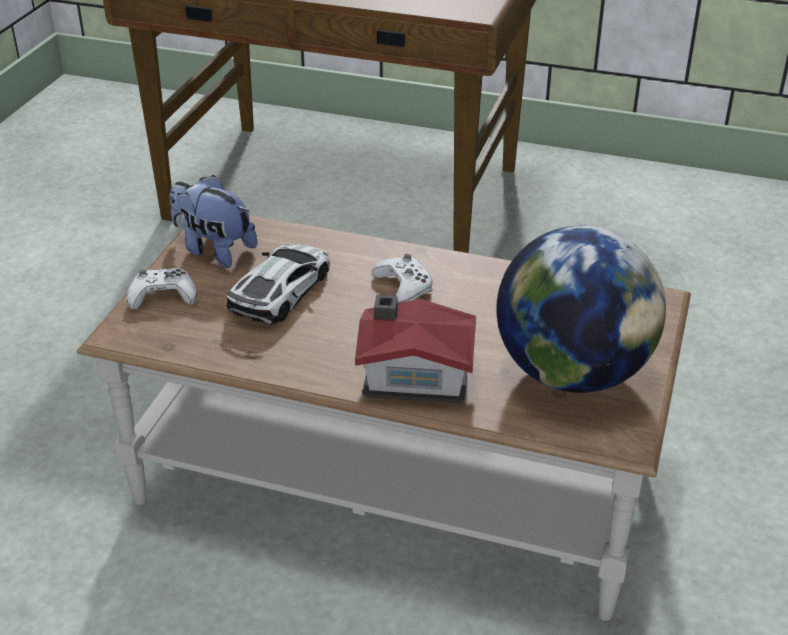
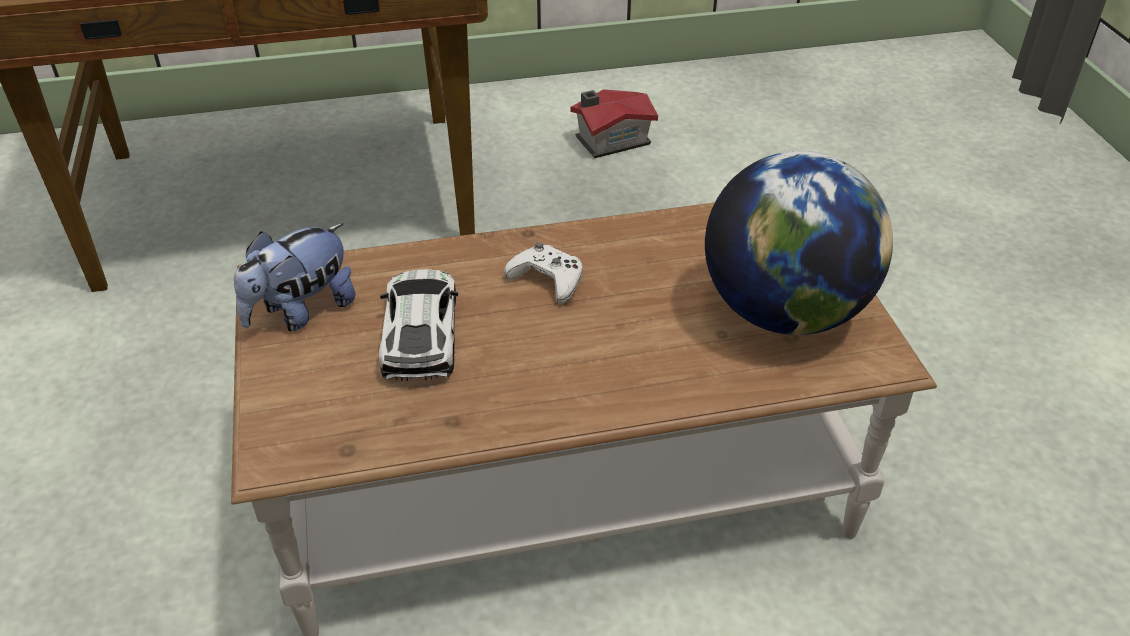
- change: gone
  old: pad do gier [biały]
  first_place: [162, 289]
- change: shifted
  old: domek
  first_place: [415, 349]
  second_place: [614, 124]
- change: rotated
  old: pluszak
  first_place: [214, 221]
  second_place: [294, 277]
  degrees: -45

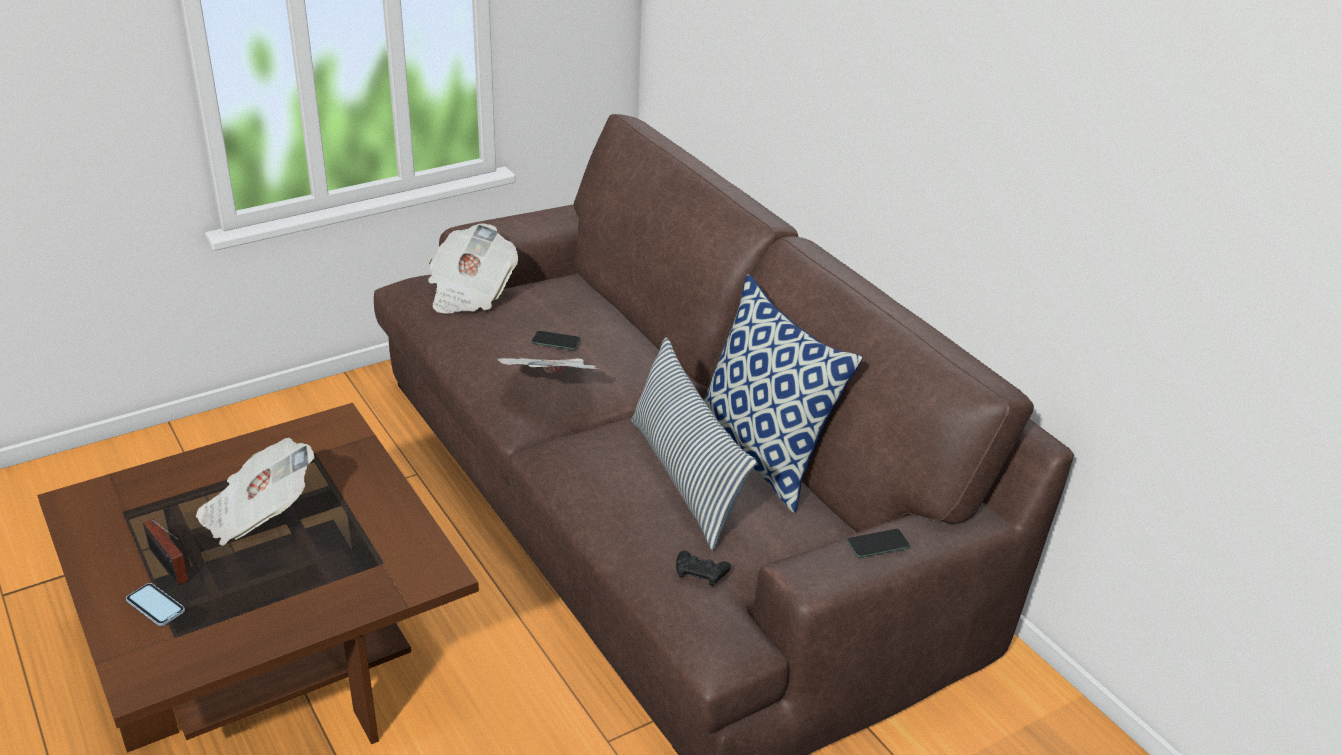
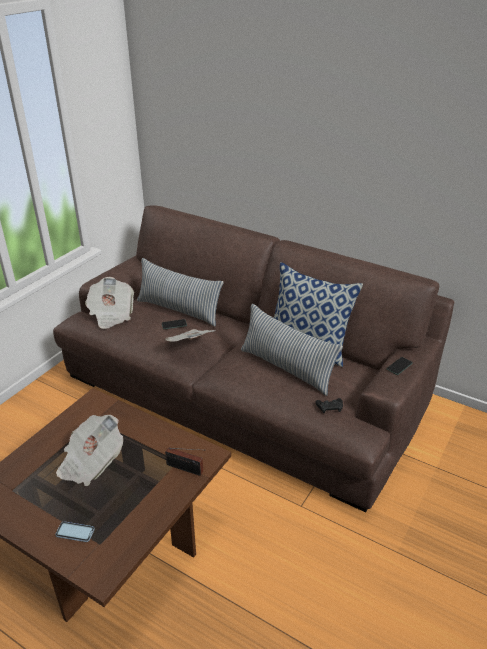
- change: new
  new: poduszka
  second_place: [180, 292]
- change: shifted
  old: radio
  first_place: [166, 551]
  second_place: [185, 461]

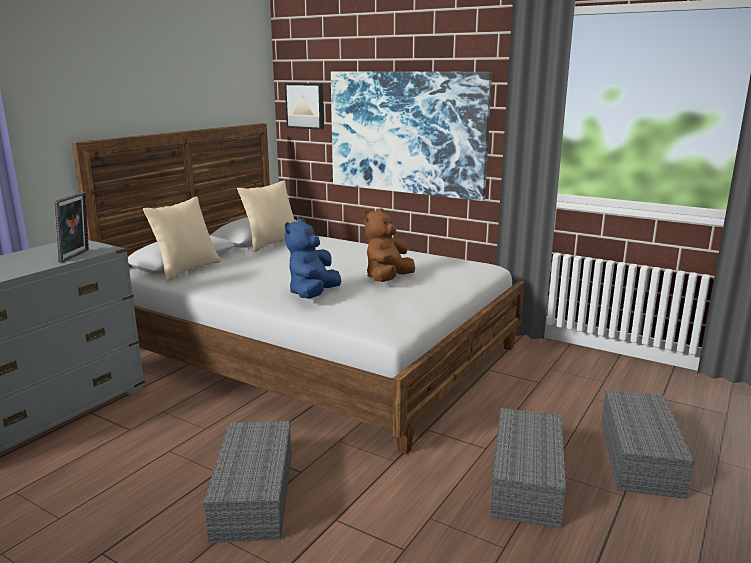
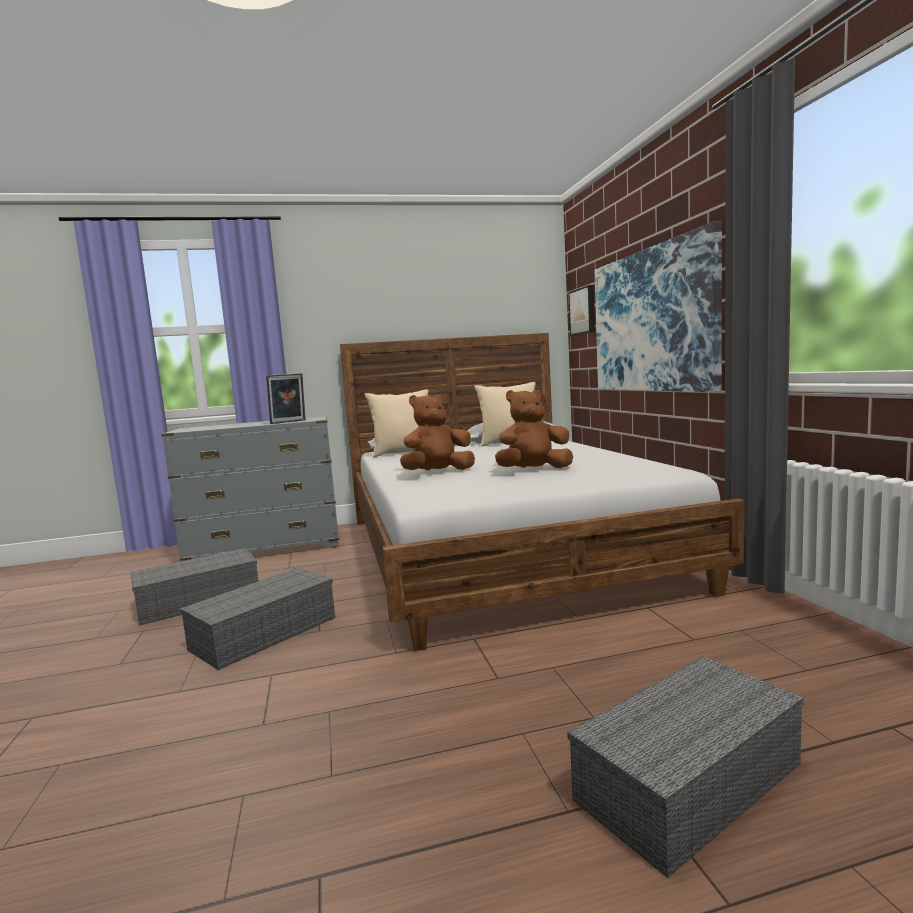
- change: shifted
  old: pojemnik do przechowywania [szary]
  first_place: [528, 468]
  second_place: [194, 587]
- change: repainted
  old: pluszak [niebieski]
  new: pluszak [brązowy]
  first_place: [313, 259]
  second_place: [437, 432]

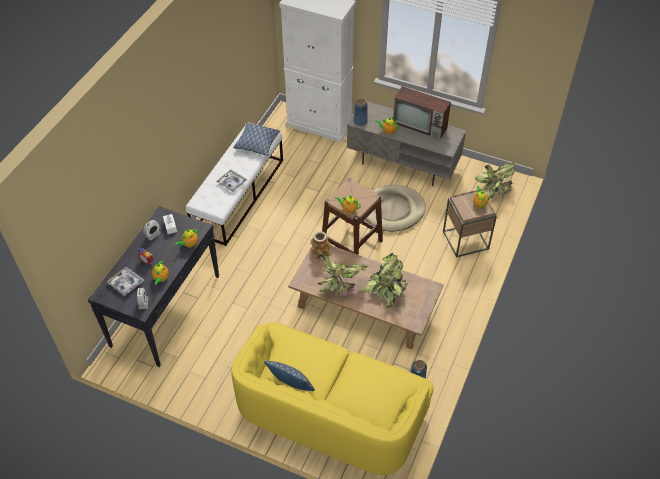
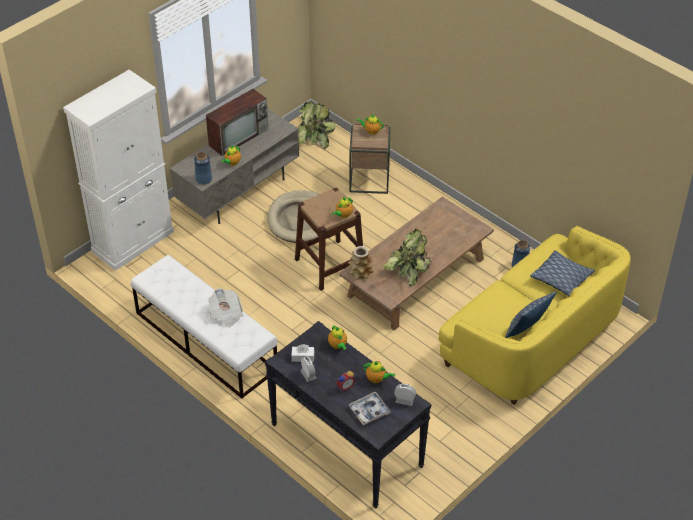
- change: gone
  old: roślina doniczkowa
  first_place: [385, 280]
- change: shifted
  old: poduszka
  first_place: [256, 139]
  second_place: [562, 273]
- change: swapped
  old: taca
  new: gazeta
  first_place: [232, 181]
  second_place: [226, 308]

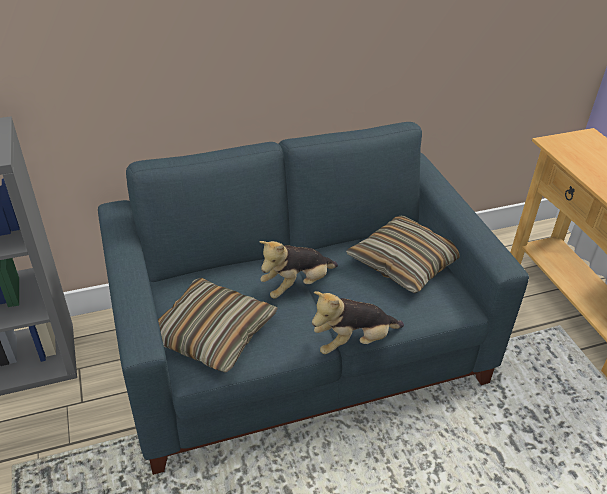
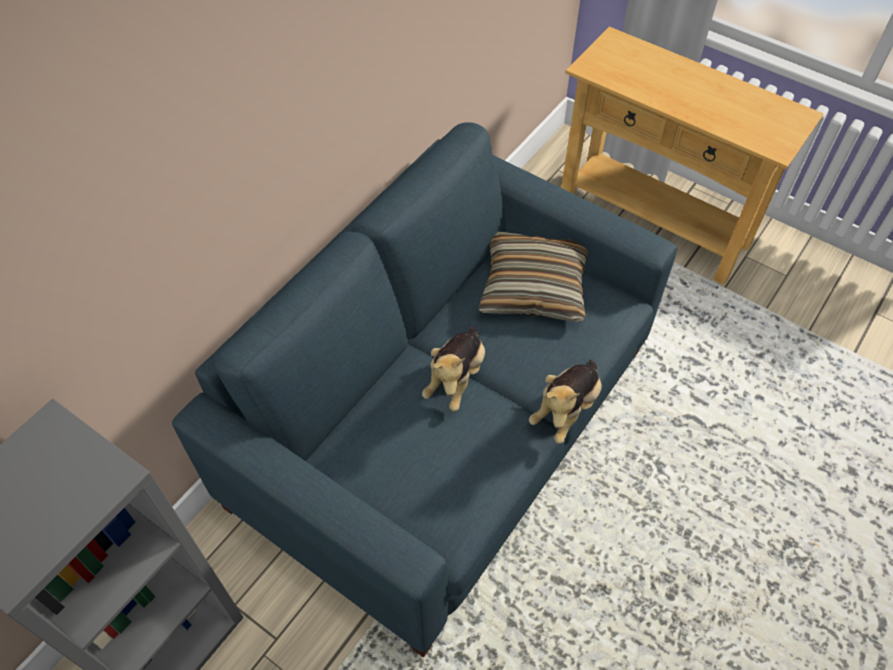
- change: gone
  old: poduszka
  first_place: [218, 325]

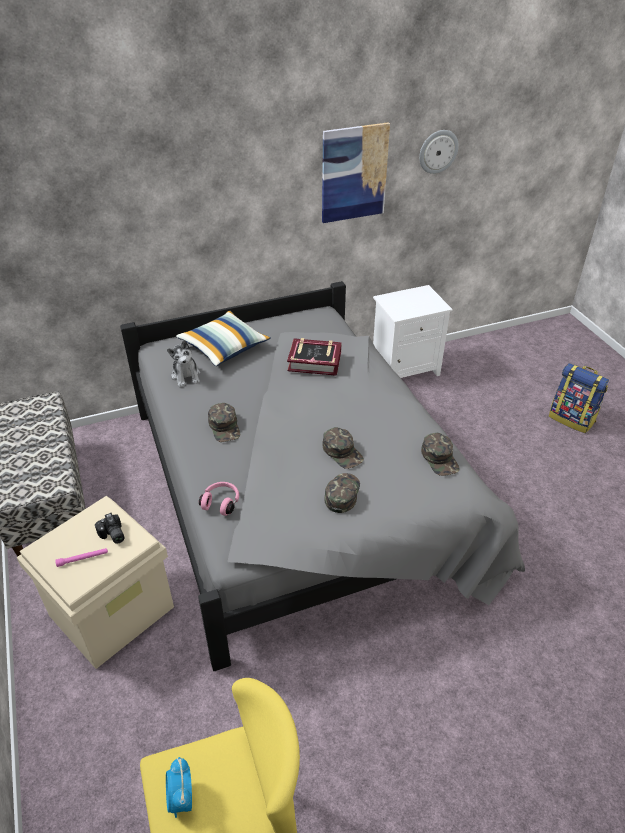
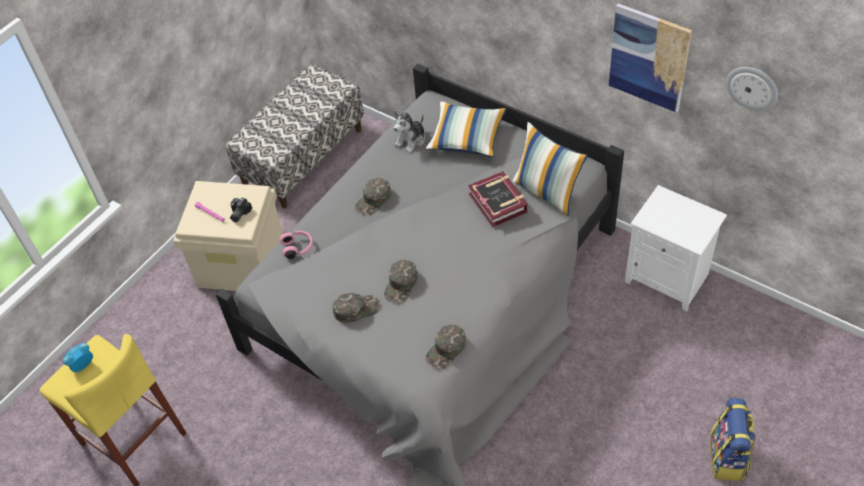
- change: new
  new: poduszka
  second_place: [550, 169]

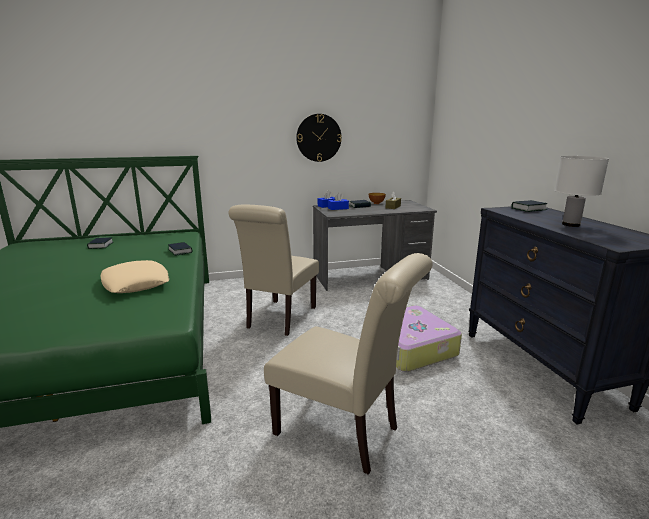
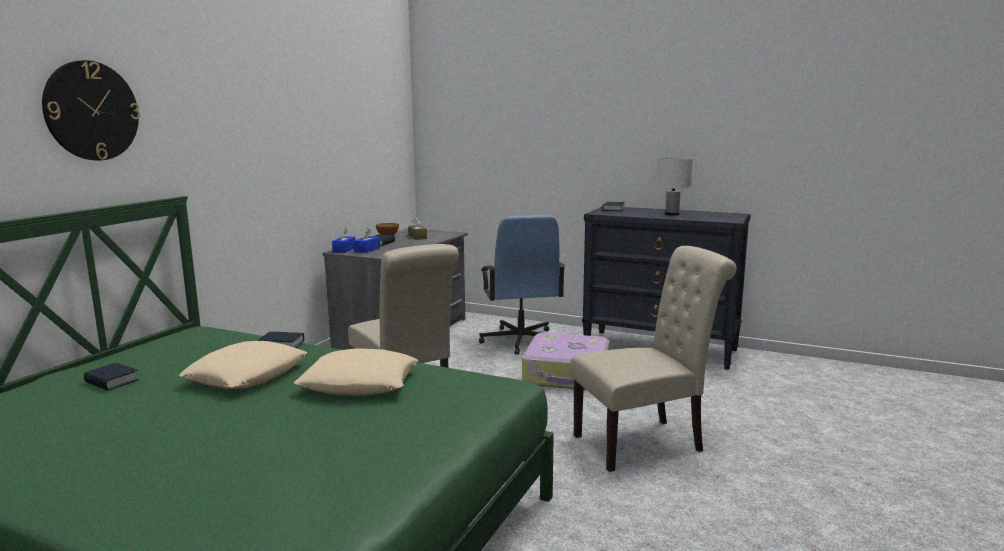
- change: new
  new: poduszka [beżowy]
  second_place: [243, 365]
- change: new
  new: krzesło biurowe [niebieski]
  second_place: [522, 285]
- change: shifted
  old: zegar ścienny
  first_place: [319, 138]
  second_place: [91, 110]

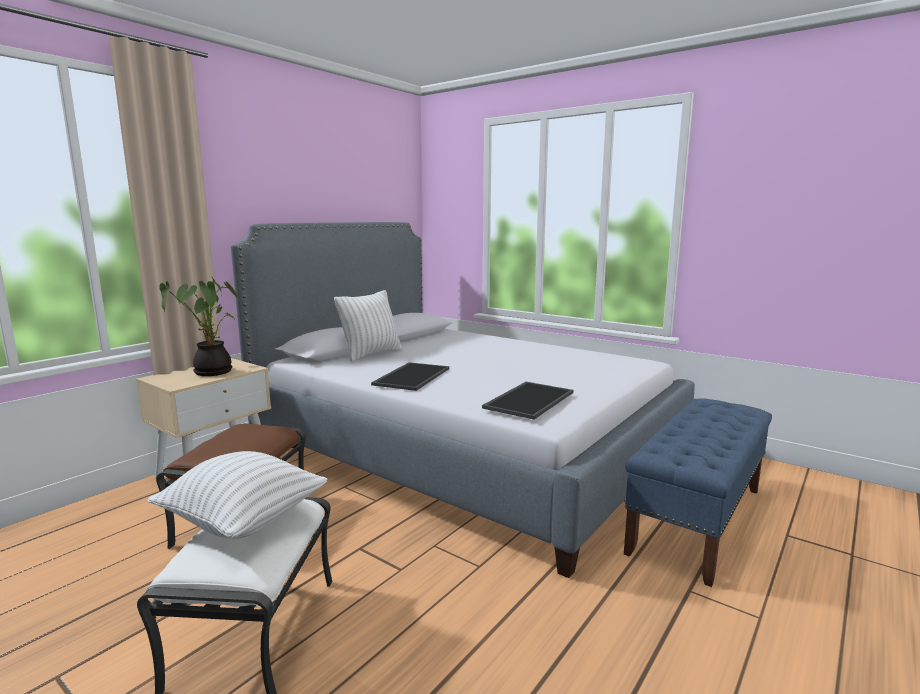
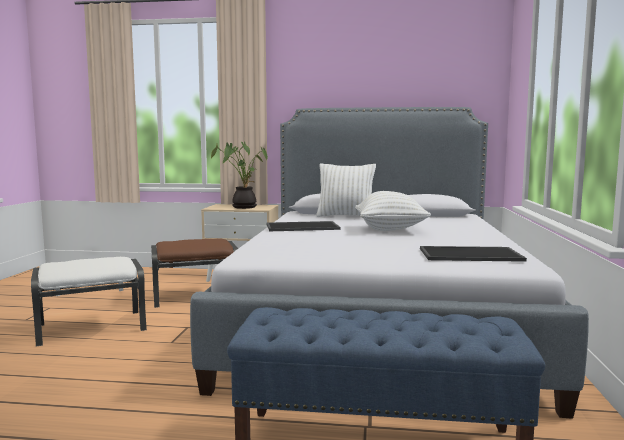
- change: shifted
  old: poduszka [biały]
  first_place: [238, 495]
  second_place: [393, 211]
- change: shifted
  old: taca
  first_place: [527, 401]
  second_place: [473, 254]

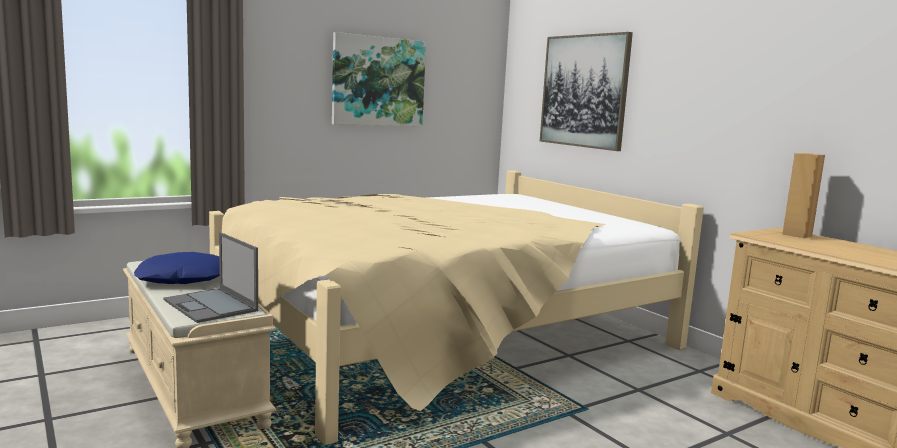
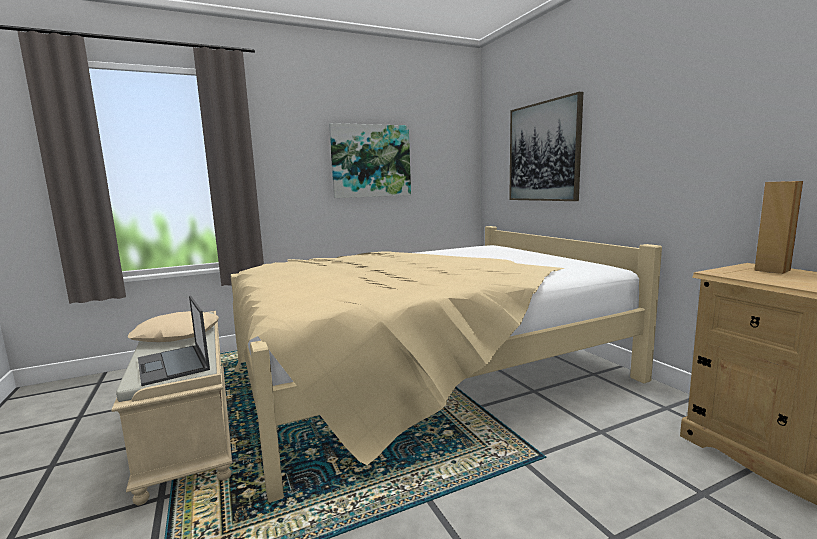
- change: repainted
  old: poduszka [niebieski]
  new: poduszka [beżowy]
  first_place: [177, 268]
  second_place: [173, 326]

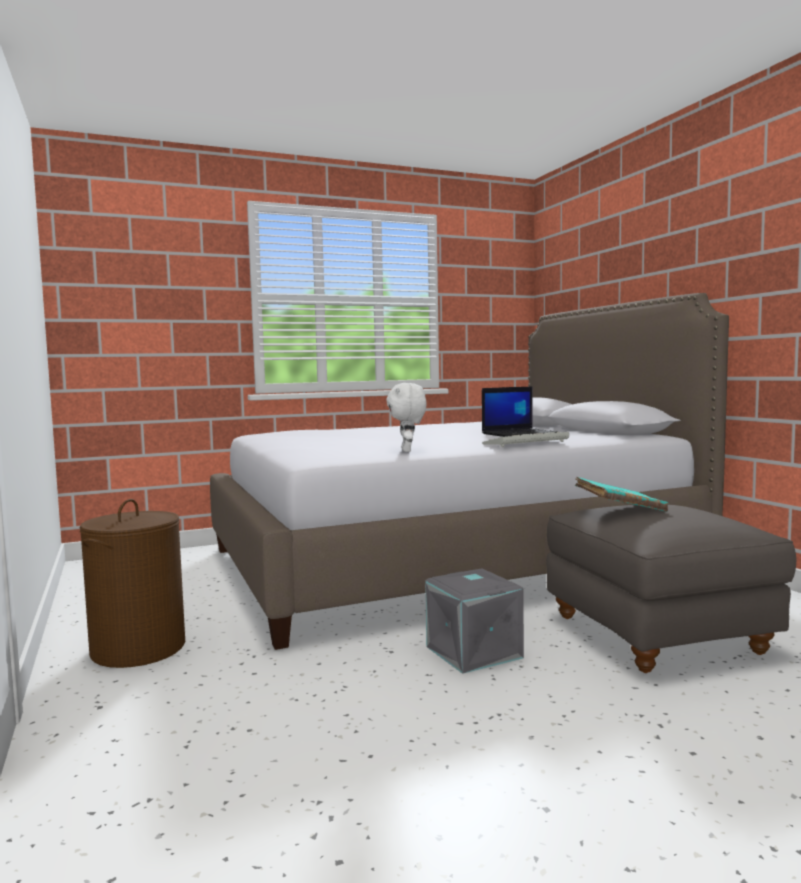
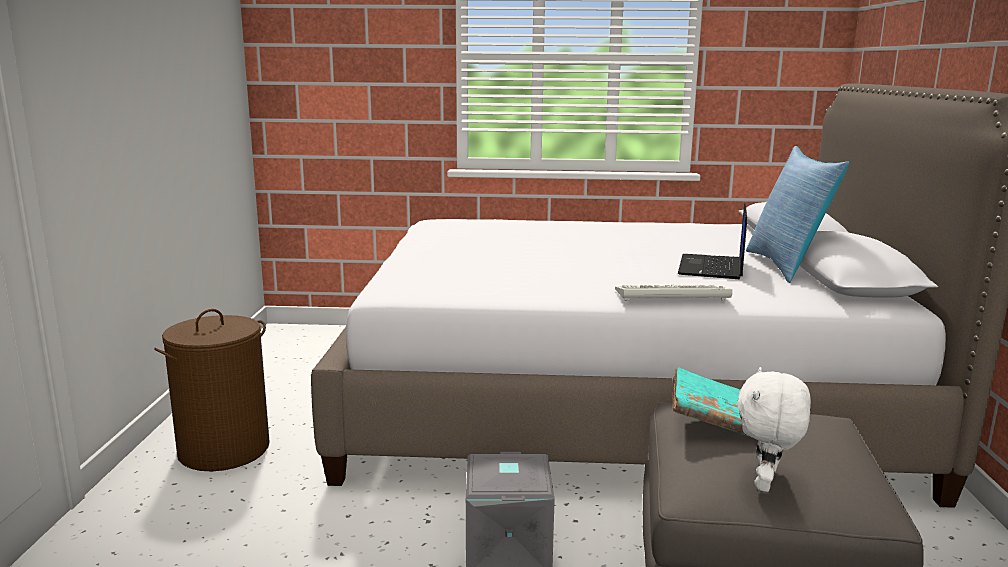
- change: new
  new: poduszka
  second_place: [797, 214]
- change: shifted
  old: pluszak [biały]
  first_place: [406, 417]
  second_place: [774, 429]
- change: rotated
  old: laptop
  first_place: [519, 411]
  second_place: [712, 240]
  degrees: 105

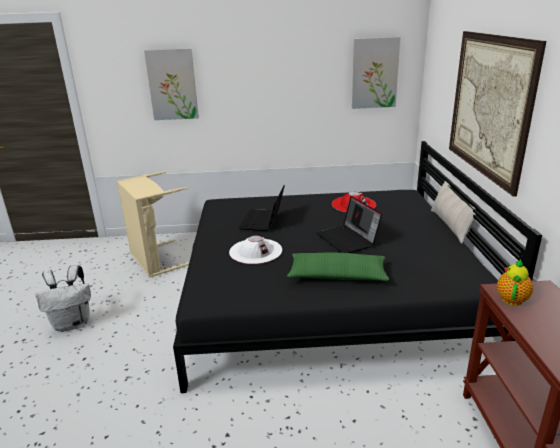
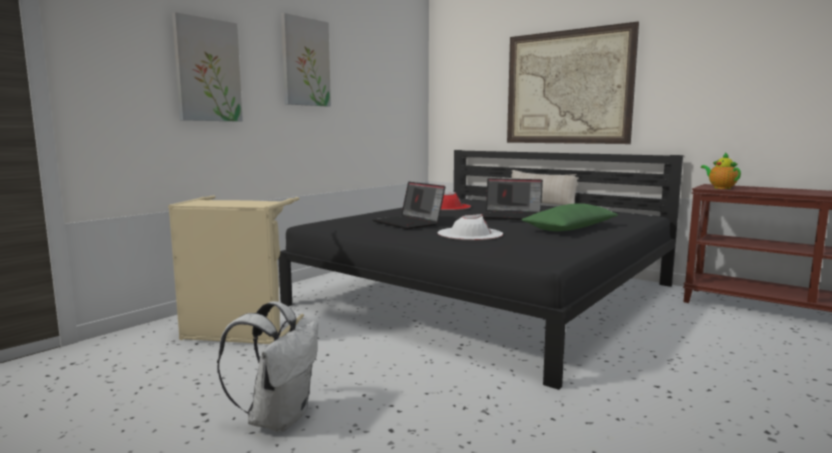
- change: shifted
  old: obraz
  first_place: [376, 73]
  second_place: [306, 60]

